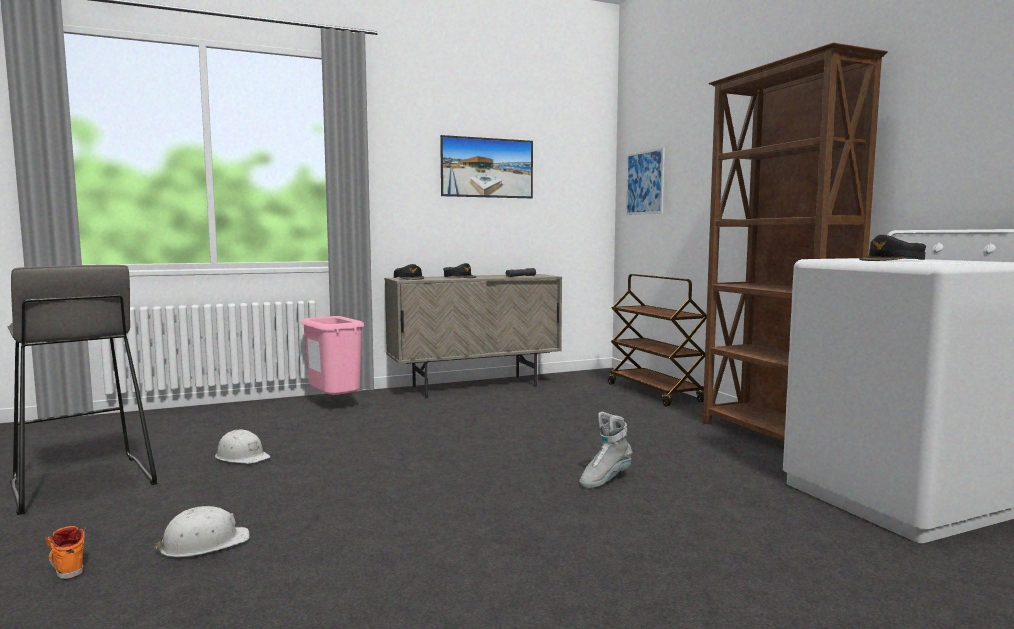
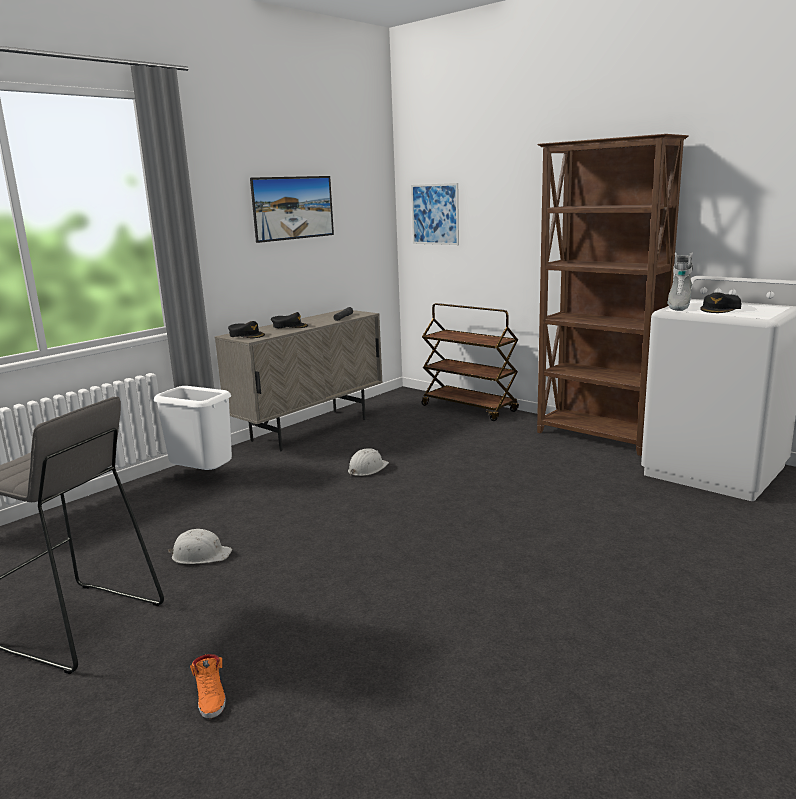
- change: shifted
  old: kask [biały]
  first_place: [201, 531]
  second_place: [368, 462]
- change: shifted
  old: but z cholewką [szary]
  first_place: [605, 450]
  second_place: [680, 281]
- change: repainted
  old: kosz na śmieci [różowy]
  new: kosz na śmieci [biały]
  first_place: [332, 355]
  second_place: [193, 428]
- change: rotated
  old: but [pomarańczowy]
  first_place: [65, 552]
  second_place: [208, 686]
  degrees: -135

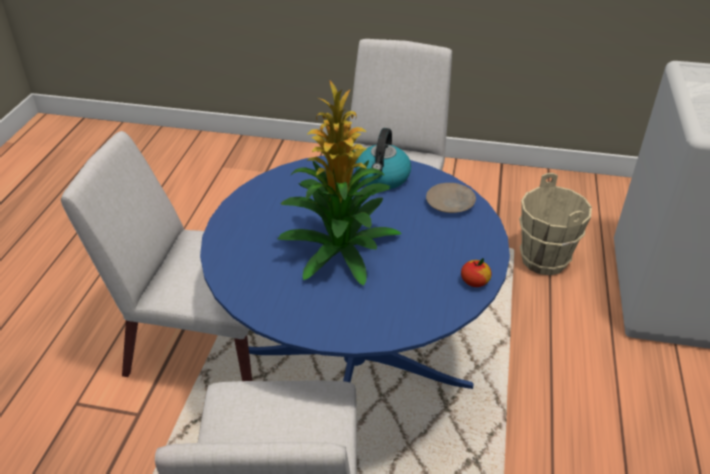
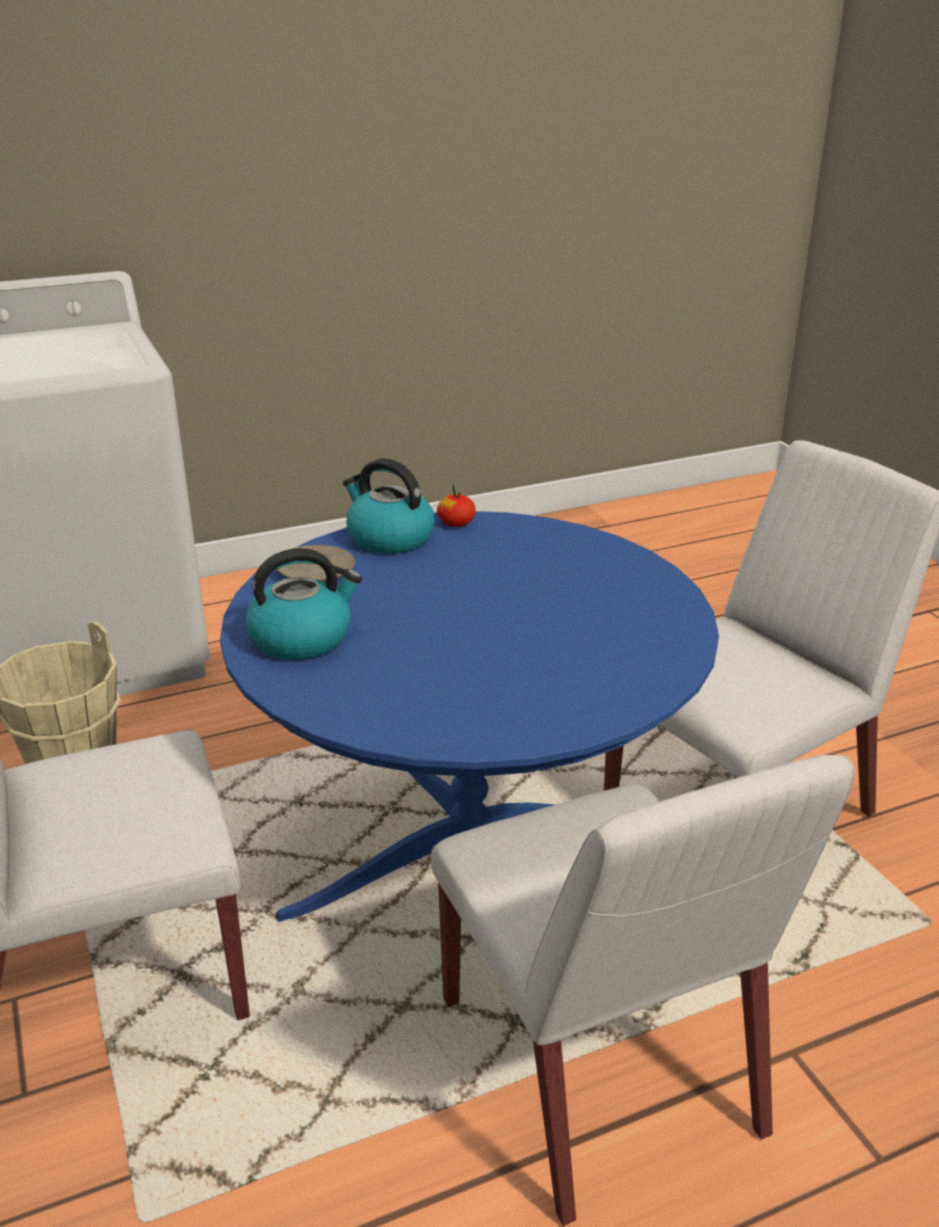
- change: gone
  old: roślina doniczkowa
  first_place: [339, 183]
- change: new
  new: czajnik
  second_place: [389, 506]

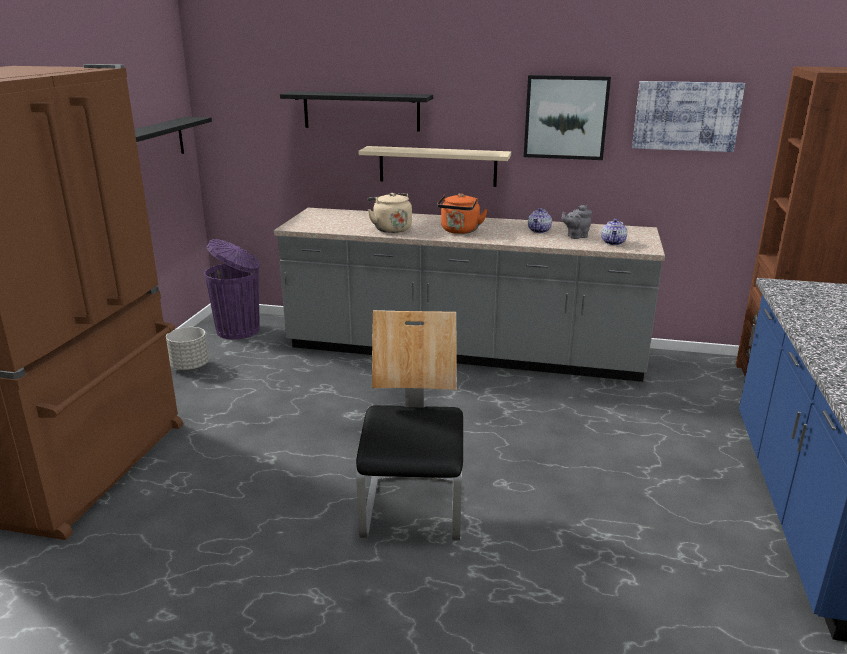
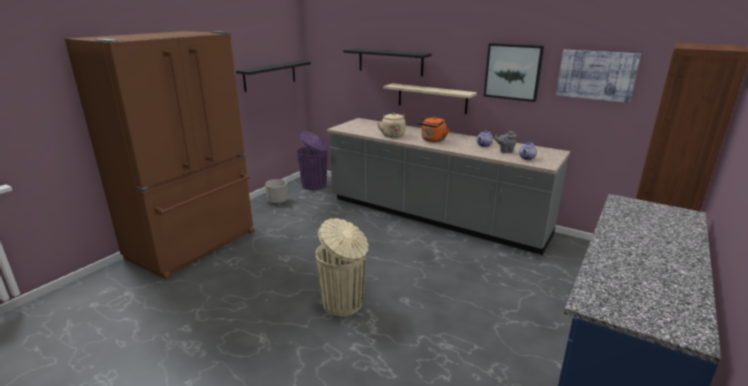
- change: swapped
  old: krzesło
  new: kosz na śmieci [beżowy]
  first_place: [409, 425]
  second_place: [342, 267]

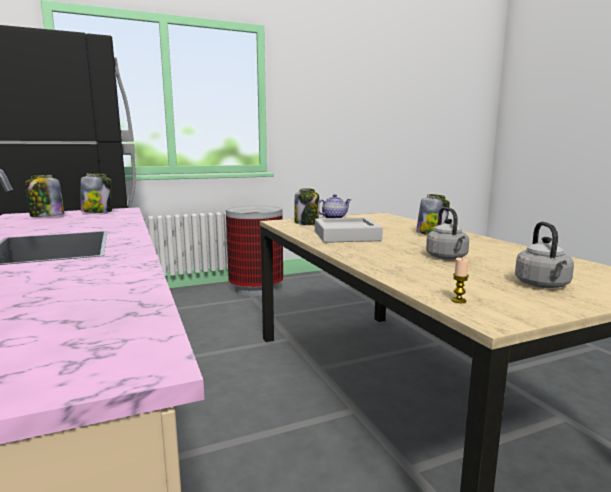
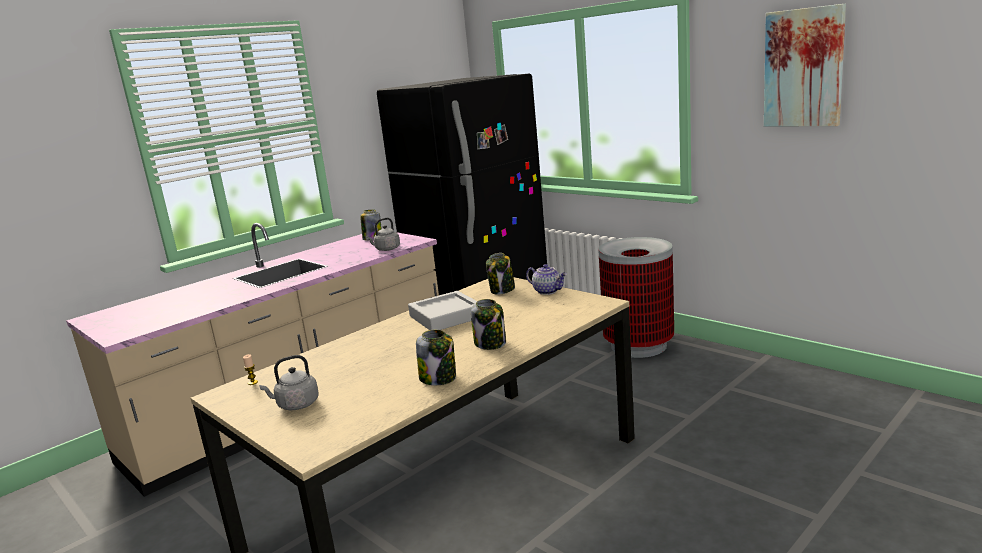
- change: new
  new: obraz
  second_place: [805, 65]
- change: shifted
  old: słoik
  first_place: [96, 193]
  second_place: [436, 357]
- change: shifted
  old: czajnik [szary]
  first_place: [447, 233]
  second_place: [383, 234]

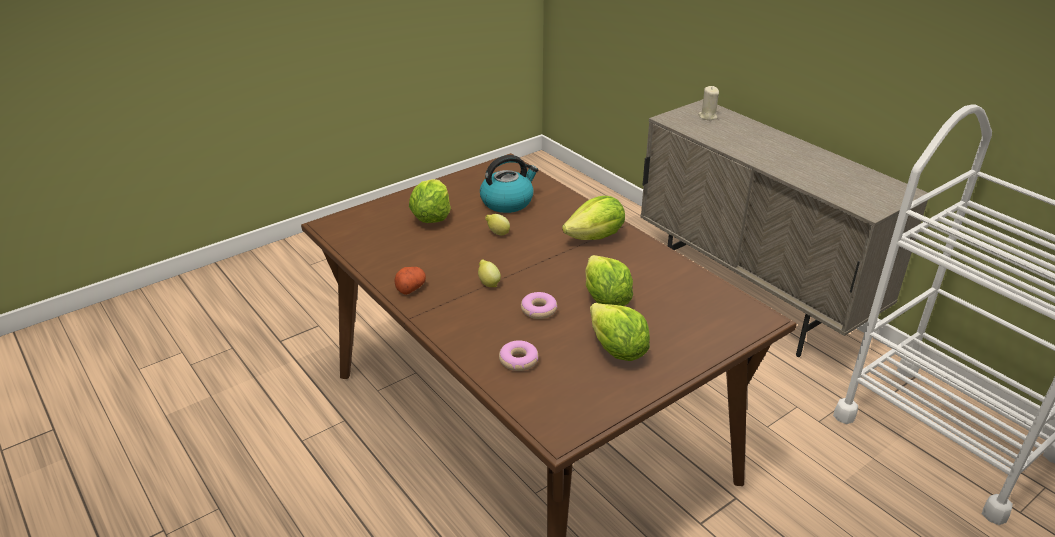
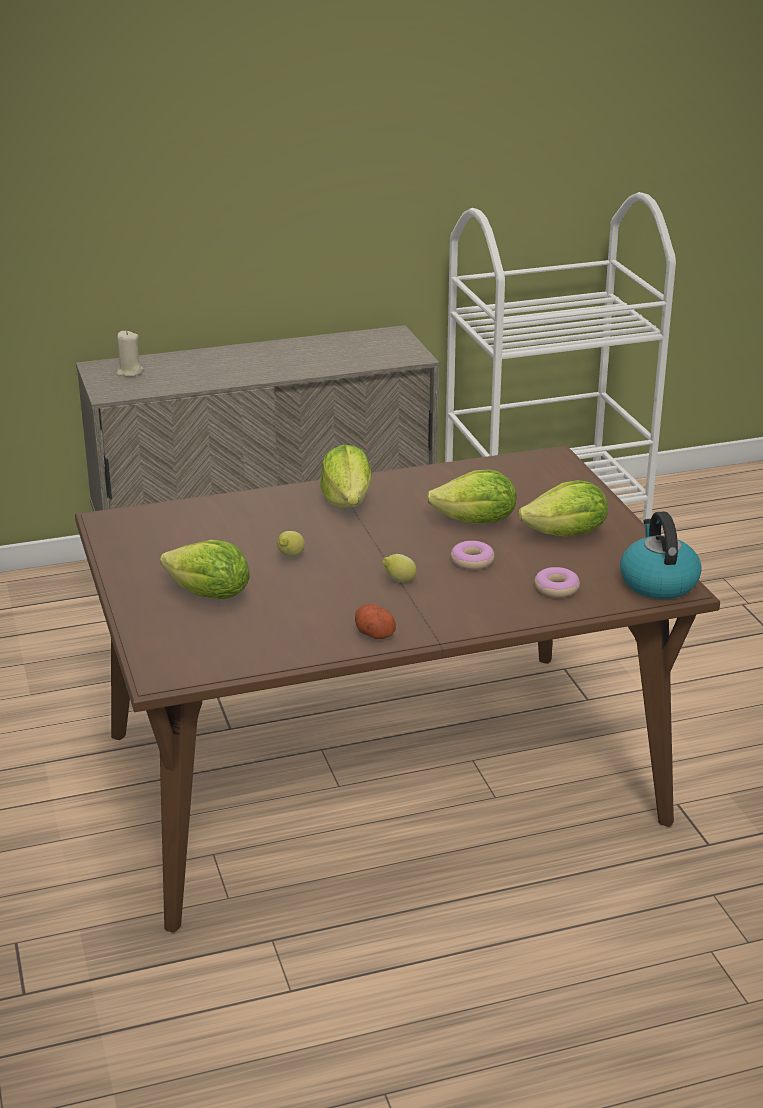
- change: shifted
  old: czajnik
  first_place: [509, 184]
  second_place: [661, 555]

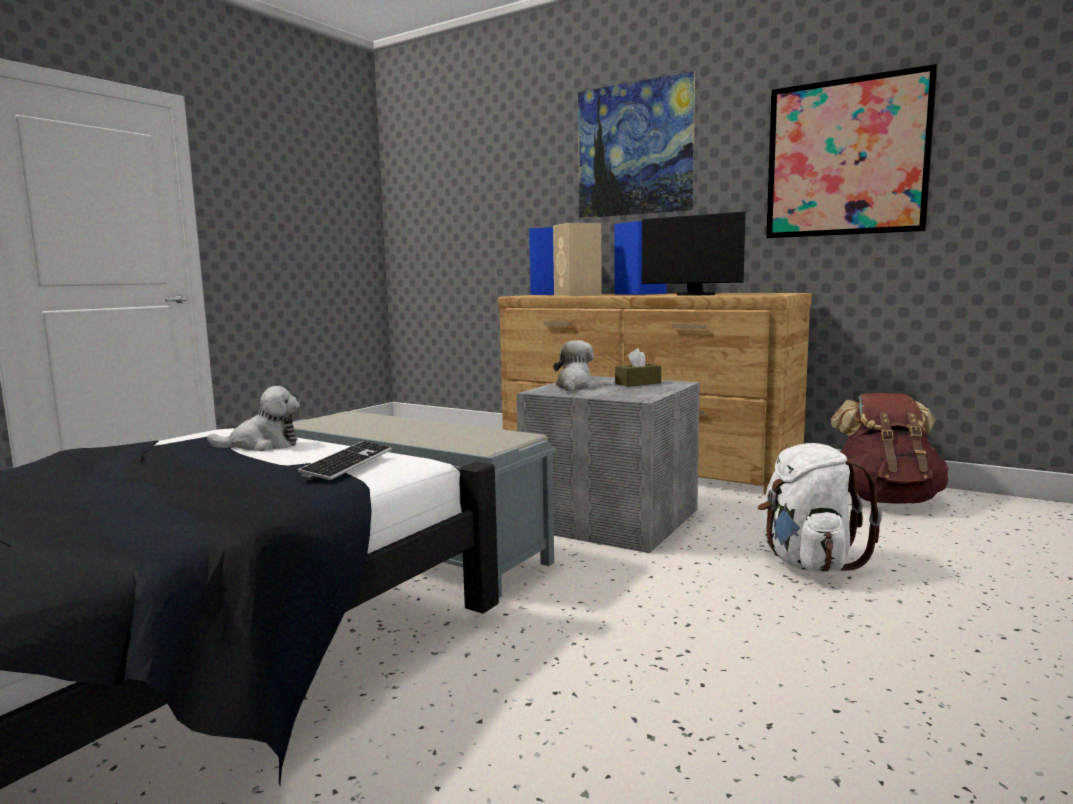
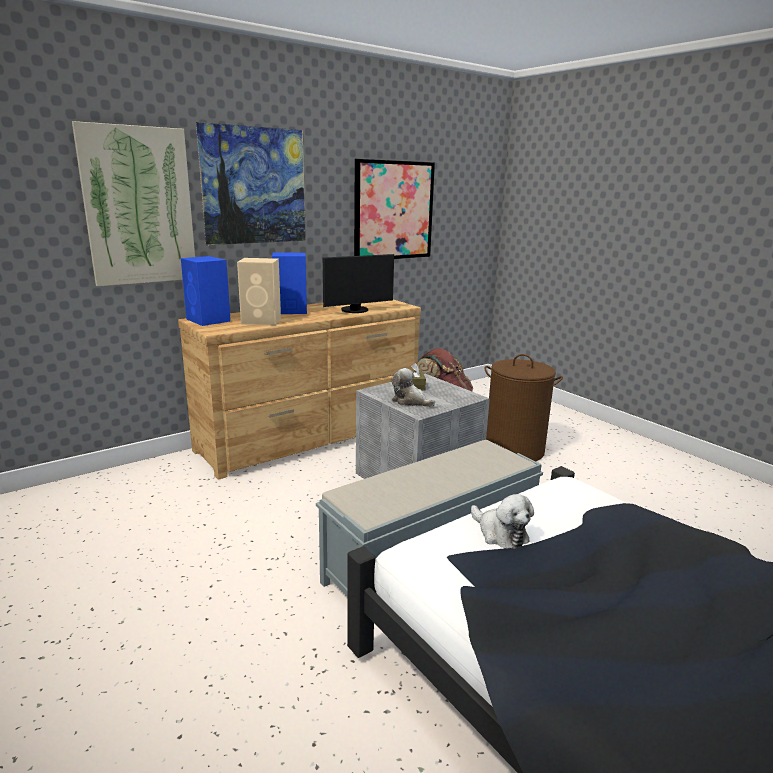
- change: gone
  old: klawiatura
  first_place: [345, 460]
- change: new
  new: obraz
  second_place: [133, 204]
- change: swapped
  old: plecak [biały]
  new: kosz na pranie [brązowy]
  first_place: [820, 507]
  second_place: [523, 407]
- change: rotated
  old: pluszak
  first_place: [253, 419]
  second_place: [502, 521]
  degrees: 135

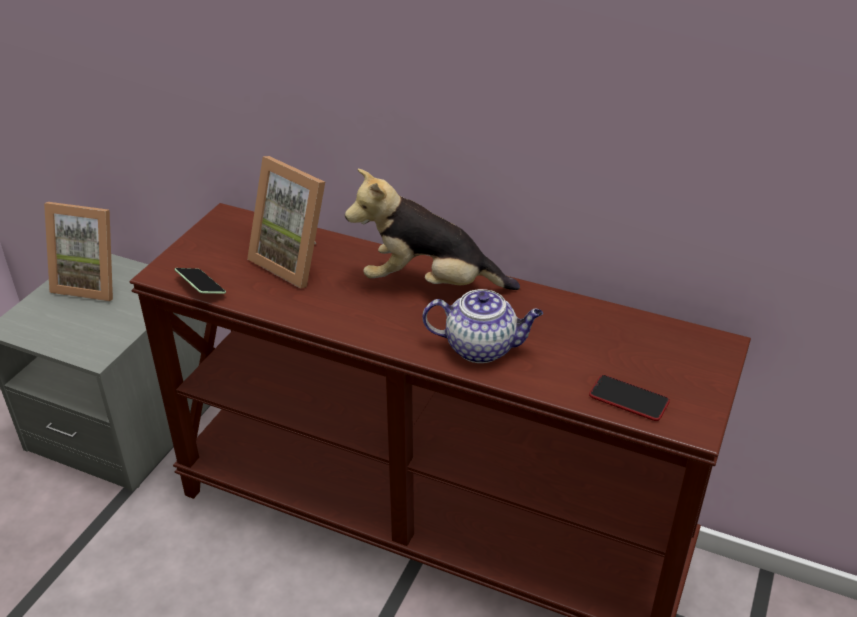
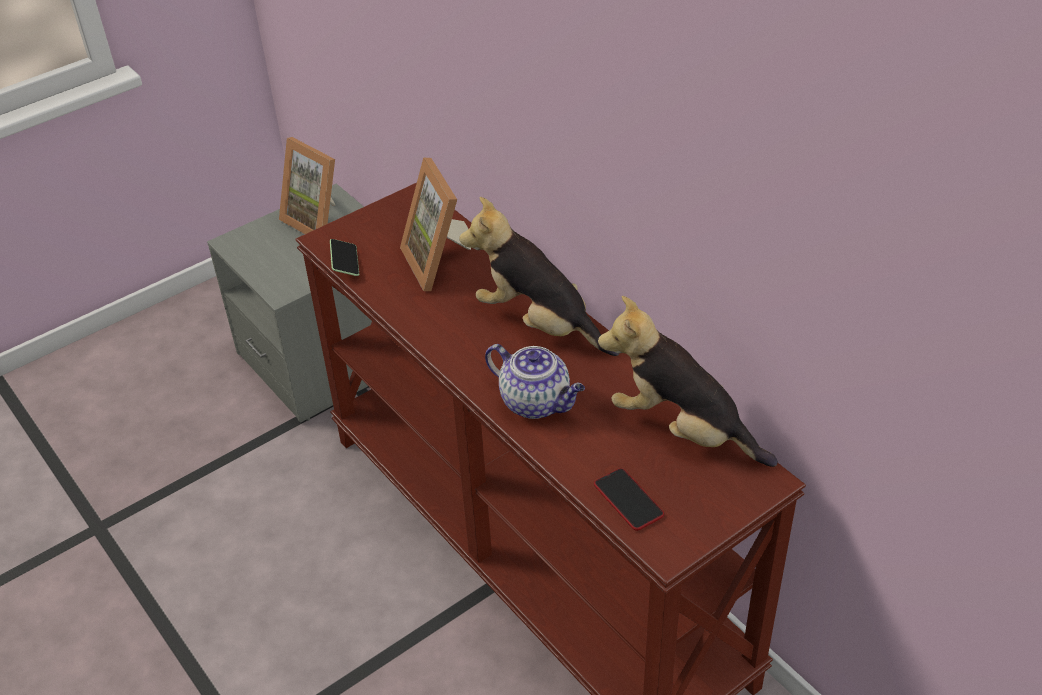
- change: new
  new: pluszak
  second_place: [688, 381]

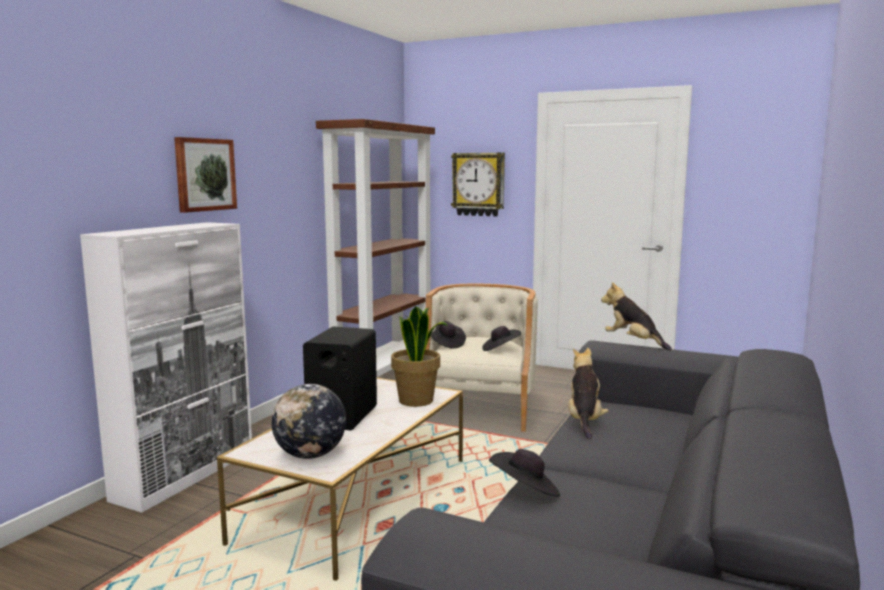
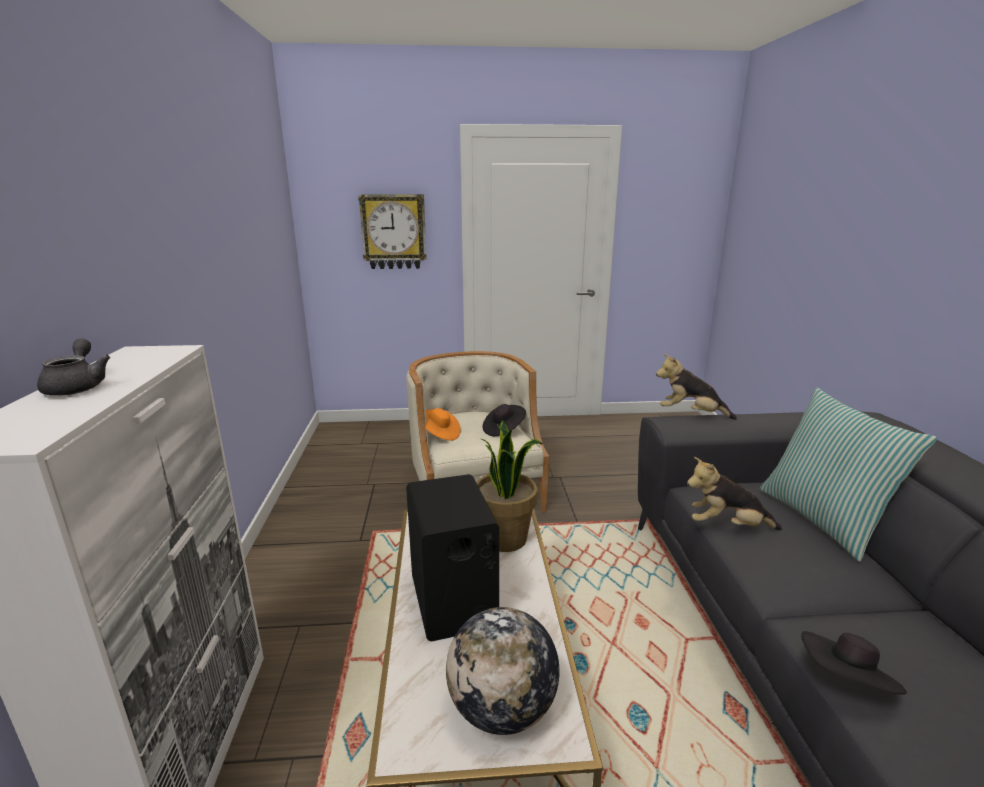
- change: gone
  old: obraz
  first_place: [205, 175]
- change: gone
  old: regał [brązowy]
  first_place: [375, 248]
- change: new
  new: imbryk [szary]
  second_place: [73, 367]
- change: new
  new: poduszka
  second_place: [849, 474]
- change: repainted
  old: kapelusz [czarny]
  new: kapelusz [pomarańczowy]
  first_place: [448, 335]
  second_place: [443, 424]
- change: rotated
  old: pluszak
  first_place: [588, 393]
  second_place: [734, 493]
  degrees: -60

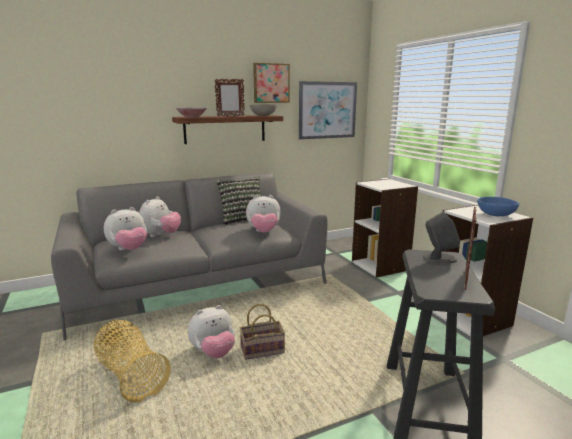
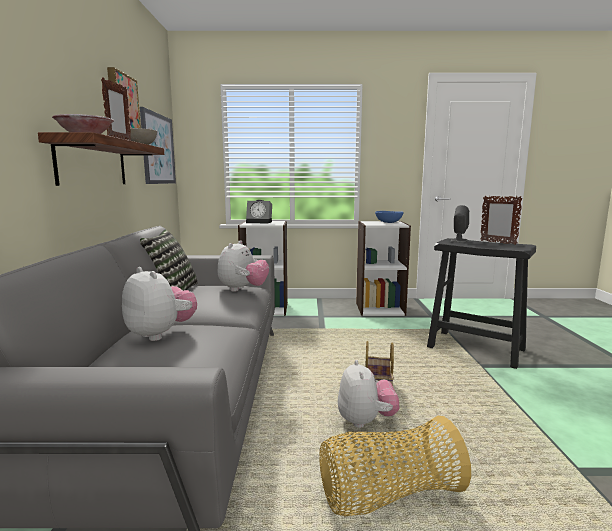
- change: gone
  old: pluszak
  first_place: [125, 228]
- change: new
  new: budzik
  second_place: [259, 211]

